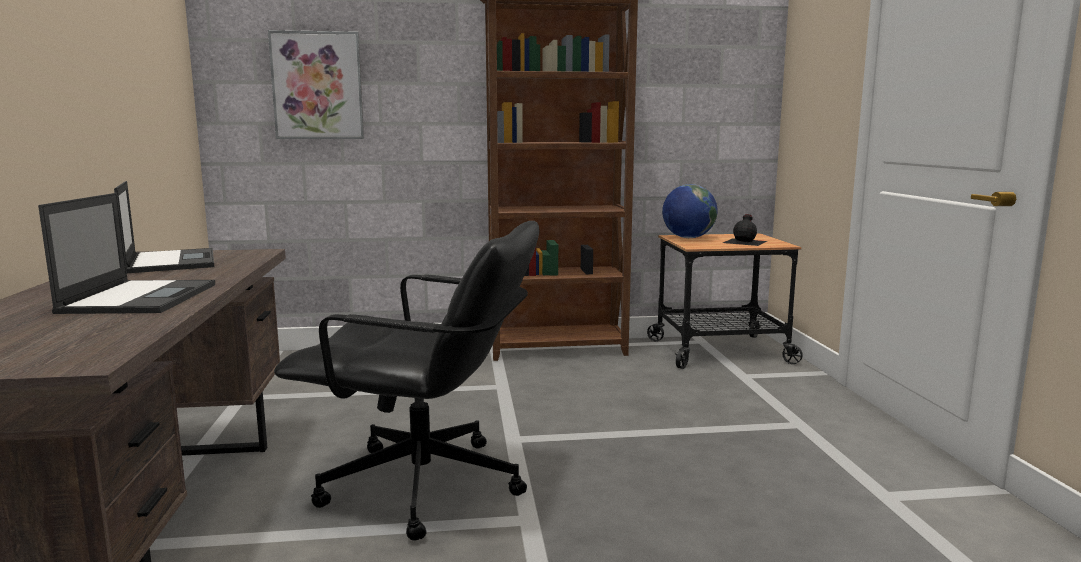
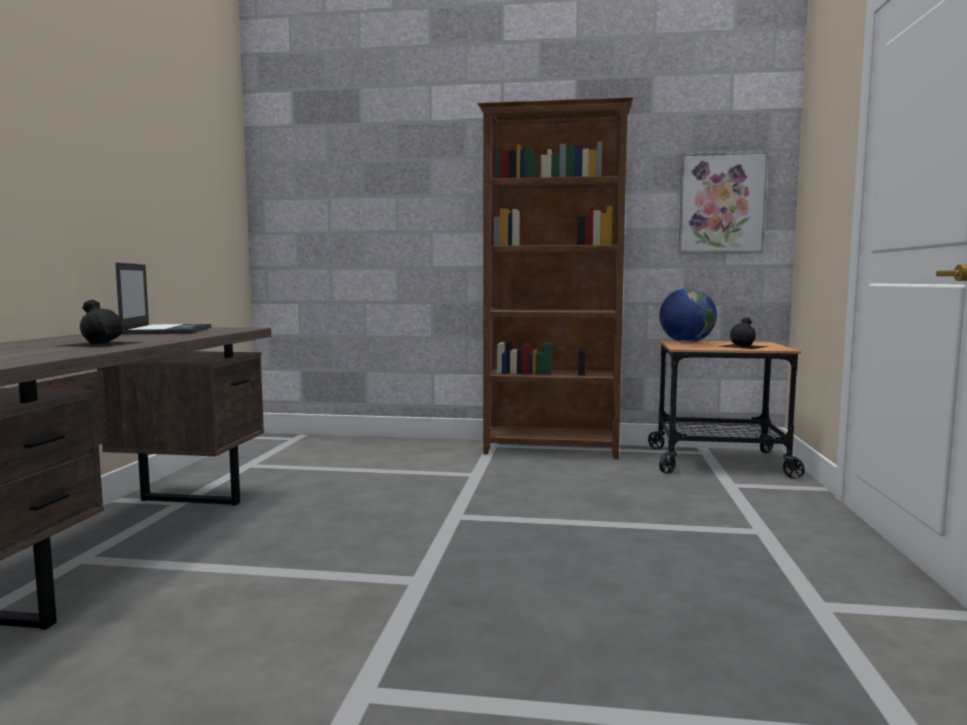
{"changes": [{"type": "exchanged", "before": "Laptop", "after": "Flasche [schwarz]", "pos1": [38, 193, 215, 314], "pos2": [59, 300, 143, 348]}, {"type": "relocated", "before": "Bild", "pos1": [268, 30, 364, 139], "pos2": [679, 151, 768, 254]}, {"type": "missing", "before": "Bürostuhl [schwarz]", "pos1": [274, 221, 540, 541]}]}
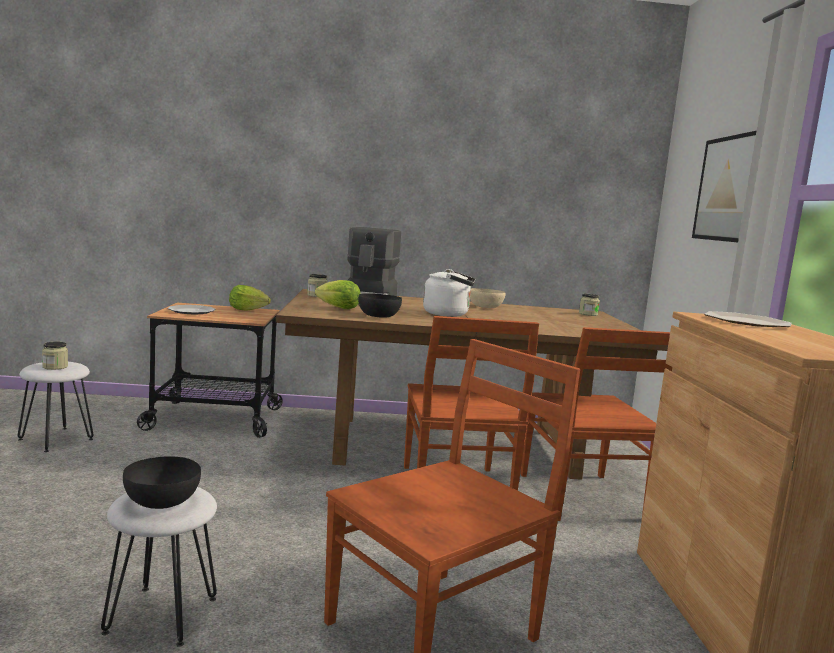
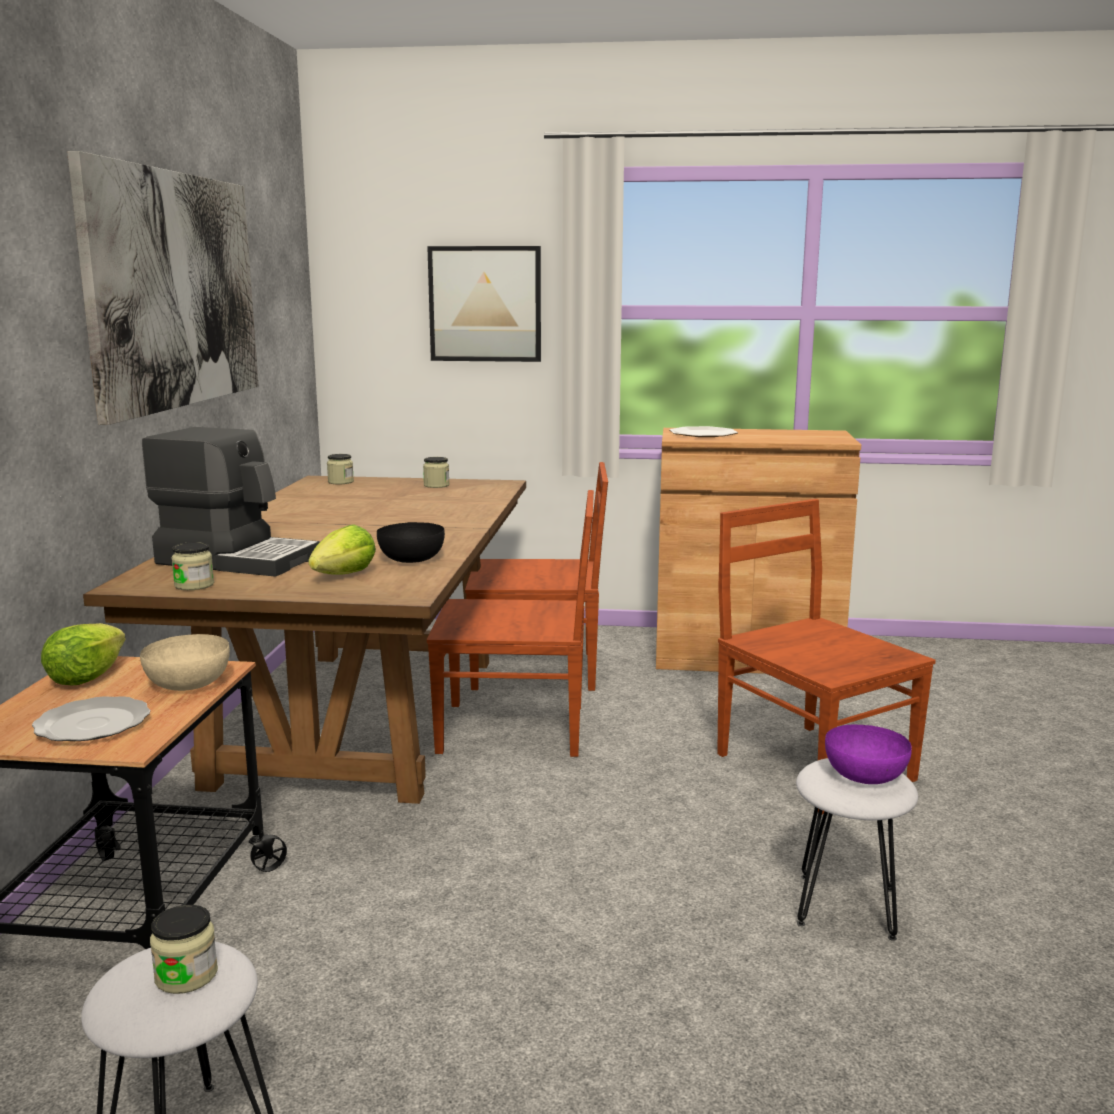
{"changes": [{"type": "colour", "before": "Schüssel [schwarz]", "after": "Schüssel [lila]", "pos1": [123, 456, 201, 509], "pos2": [825, 724, 912, 784]}, {"type": "missing", "before": "Wasserkessel [weiß]", "pos1": [423, 269, 476, 317]}, {"type": "relocated", "before": "Schüssel [beige]", "pos1": [470, 288, 506, 308], "pos2": [140, 634, 230, 691]}, {"type": "appeared", "after": "Bild", "pos2": [67, 151, 259, 425]}, {"type": "appeared", "after": "Vorratsglas", "pos2": [423, 457, 449, 488]}]}
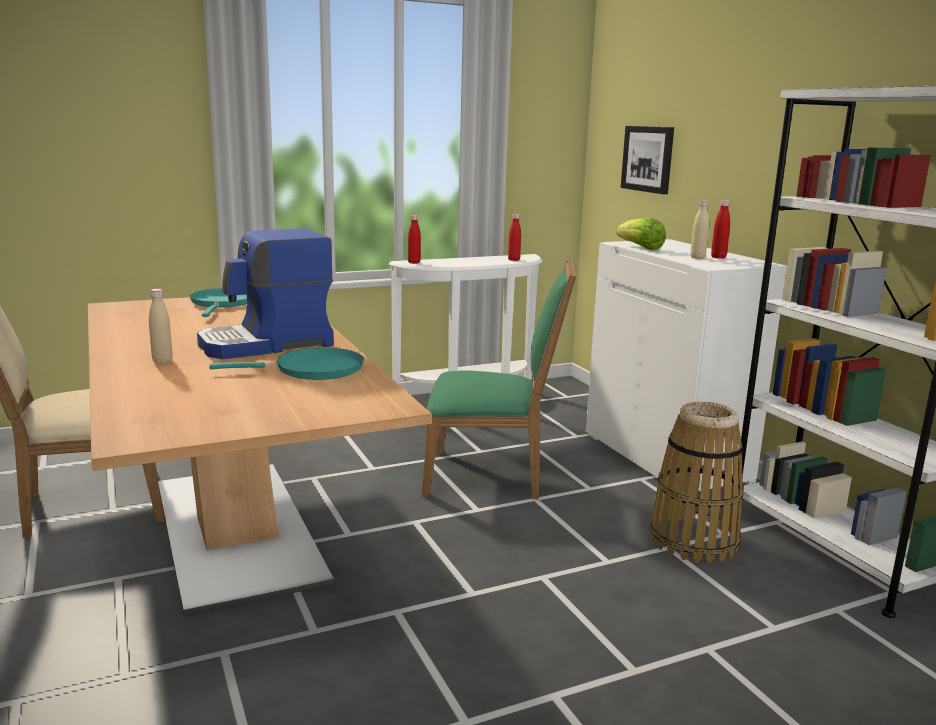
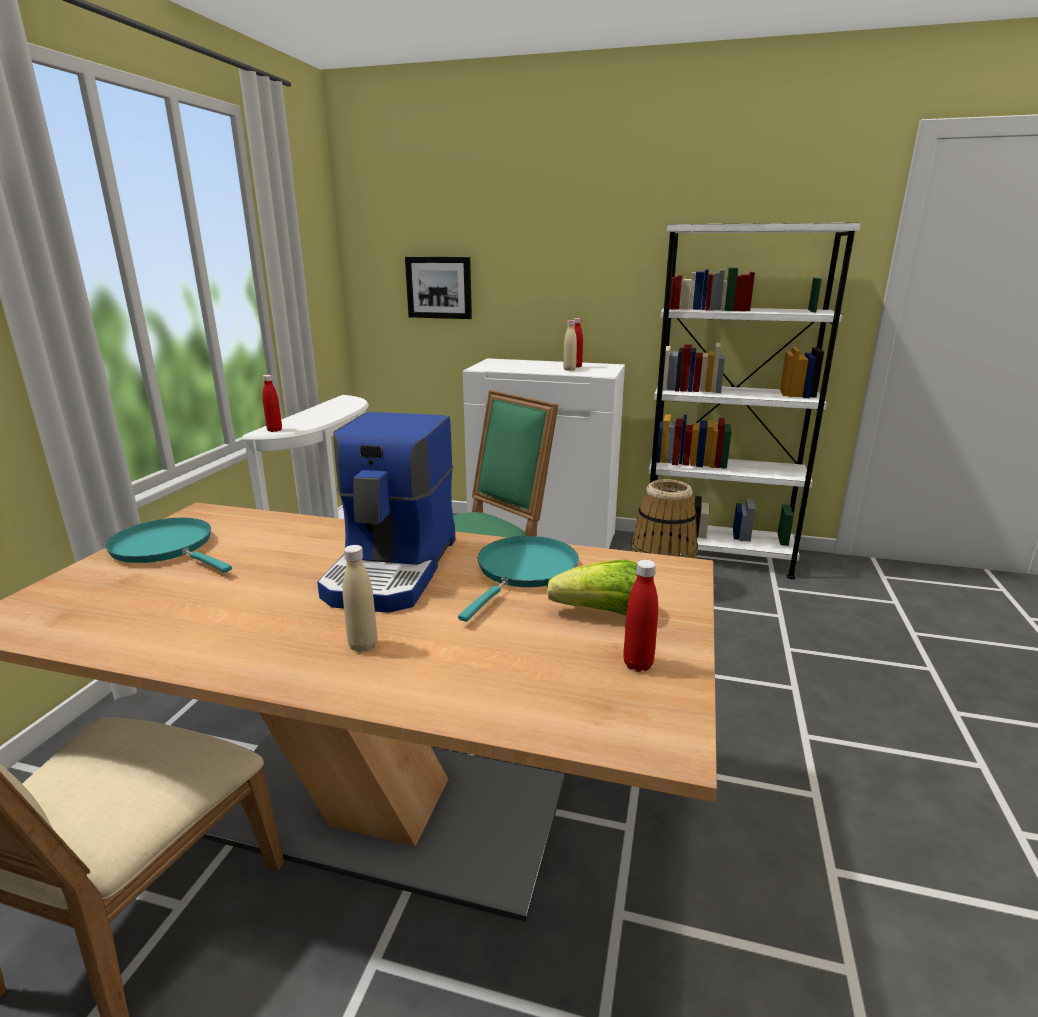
{"changes": [{"type": "relocated", "before": "Flasche [rot]", "pos1": [508, 214, 521, 261], "pos2": [623, 560, 658, 672]}, {"type": "relocated", "before": "Salatkopf", "pos1": [616, 218, 665, 250], "pos2": [547, 559, 637, 615]}]}
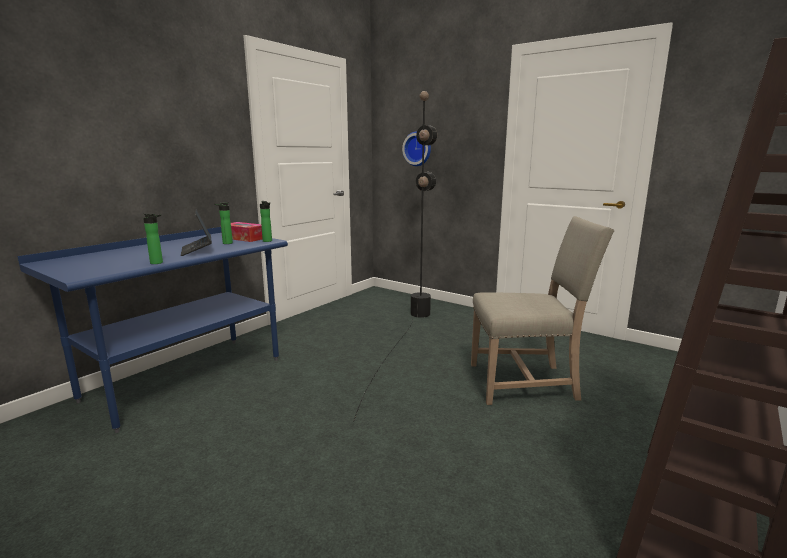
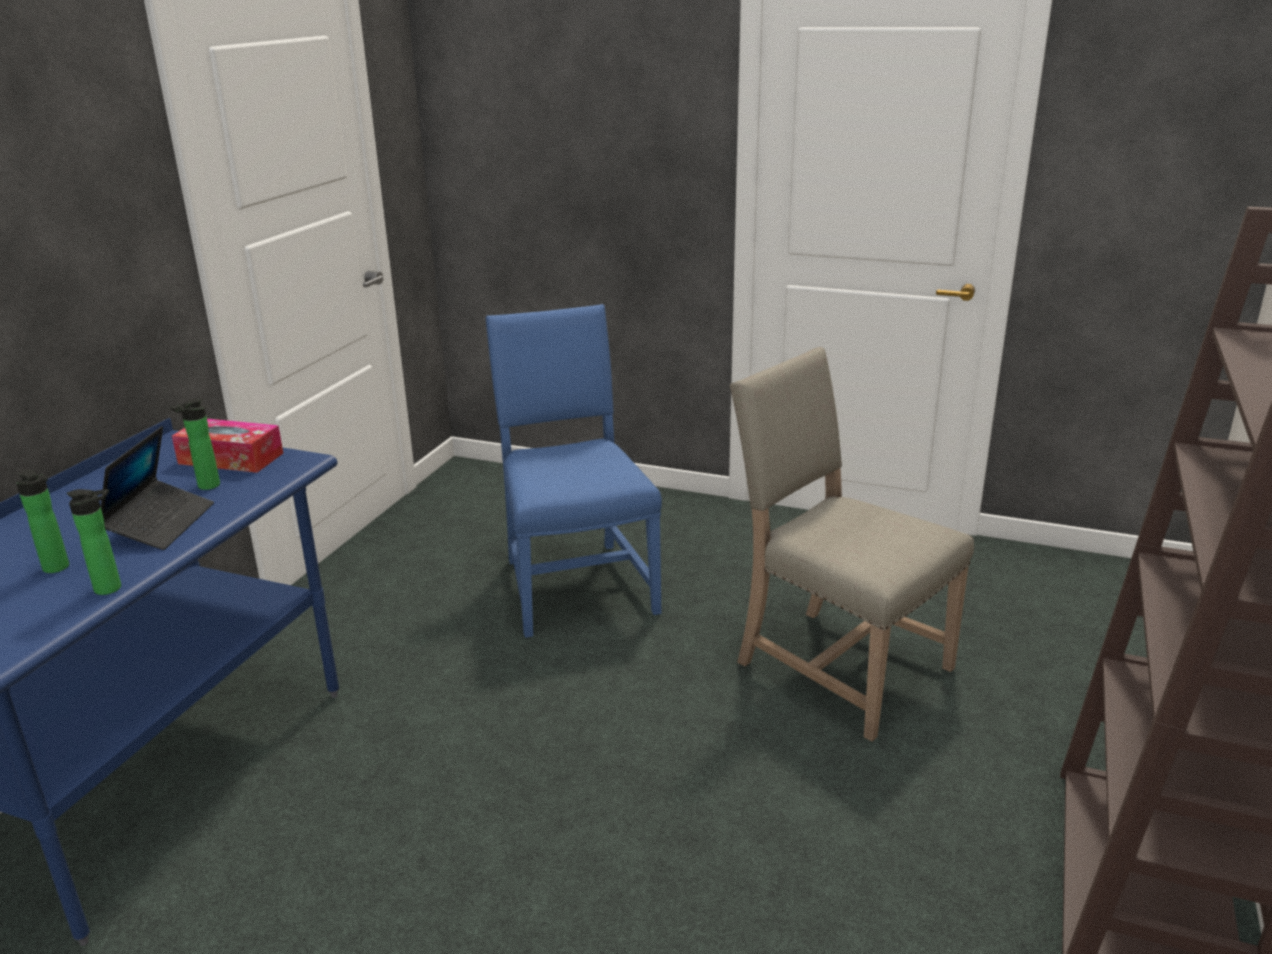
{"changes": [{"type": "spun", "before": "Laptop", "pos1": [181, 209, 212, 256], "pos2": [101, 426, 214, 550], "turn": -135}, {"type": "relocated", "before": "Flasche", "pos1": [260, 201, 272, 242], "pos2": [16, 469, 69, 573]}, {"type": "exchanged", "before": "Stehlampe [schwarz]", "after": "Stuhl [blau]", "pos1": [353, 91, 437, 422], "pos2": [486, 304, 662, 638]}, {"type": "missing", "before": "Wanduhr", "pos1": [402, 131, 431, 166]}, {"type": "spun", "before": "Stuhl [beige]", "pos1": [471, 216, 614, 405], "pos2": [729, 347, 974, 741], "turn": -120}]}
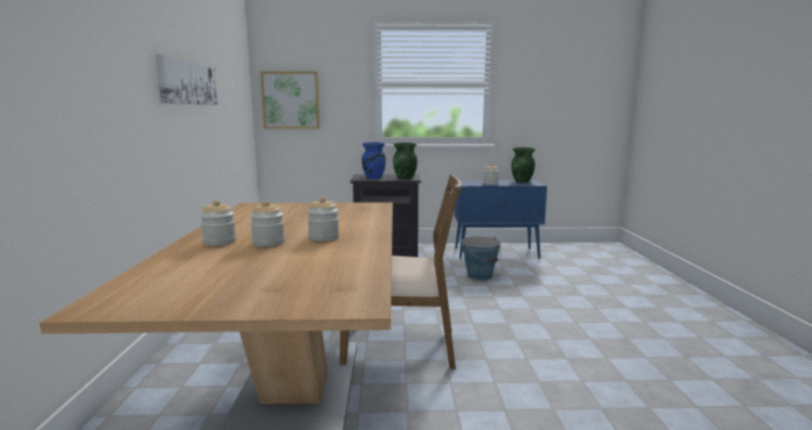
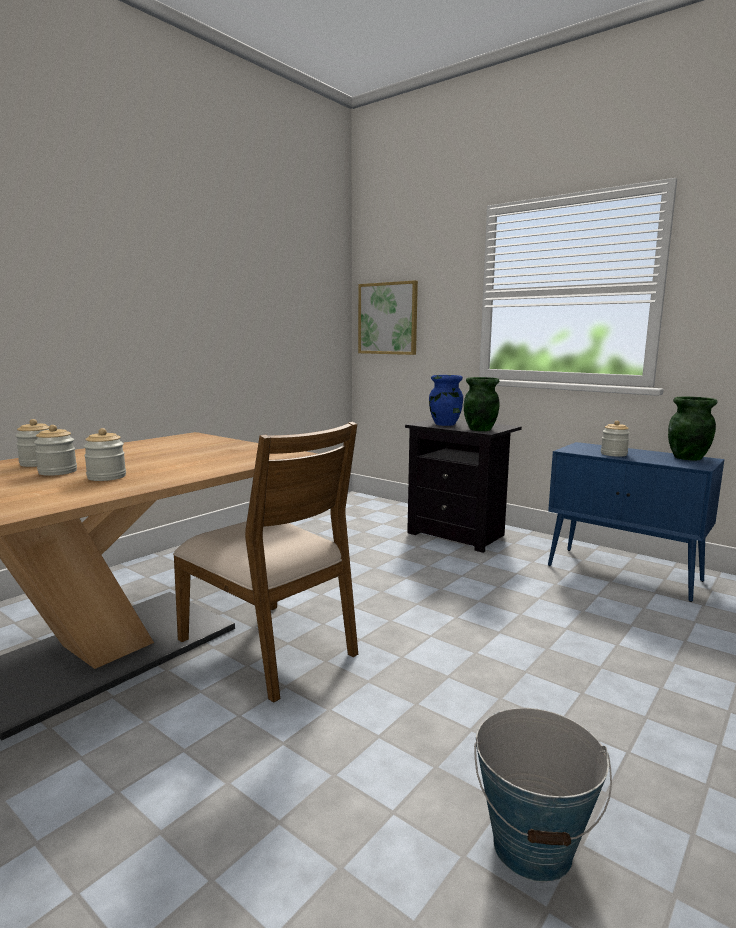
{"changes": [{"type": "missing", "before": "Bild", "pos1": [155, 54, 218, 105]}, {"type": "relocated", "before": "Eimer", "pos1": [461, 236, 501, 281], "pos2": [474, 708, 612, 882]}]}
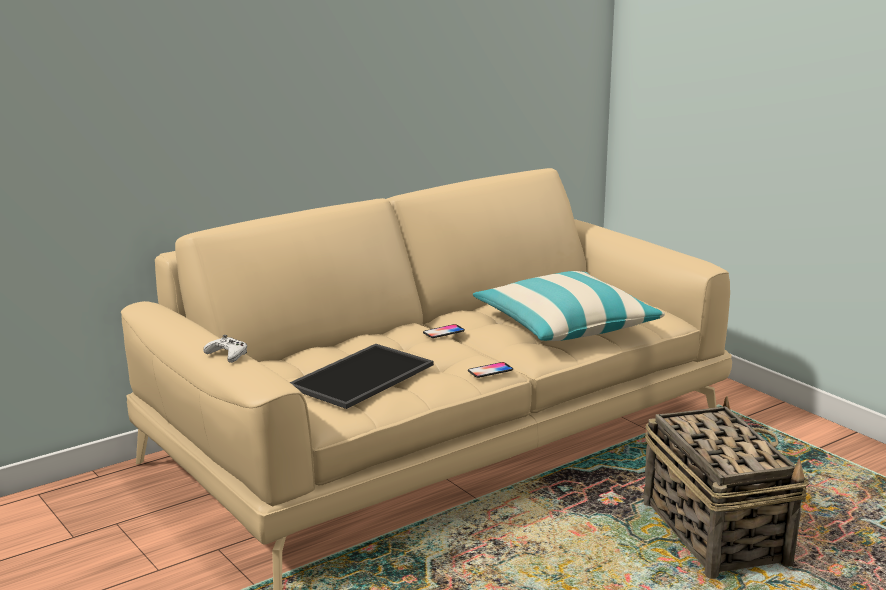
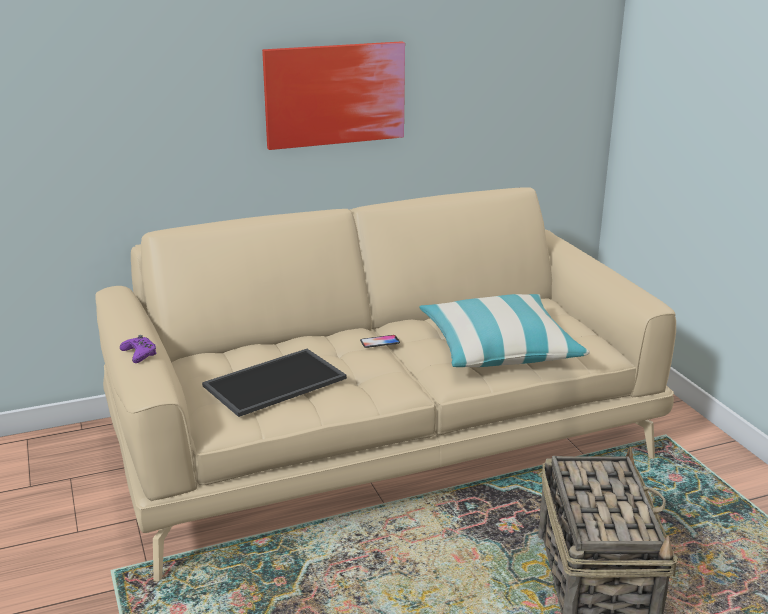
{"changes": [{"type": "colour", "before": "Gamepad [weiß]", "after": "Gamepad [lila]", "pos1": [203, 335, 247, 363], "pos2": [120, 335, 157, 363]}, {"type": "missing", "before": "Handy", "pos1": [468, 362, 513, 378]}, {"type": "appeared", "after": "Bild", "pos2": [262, 41, 405, 150]}]}
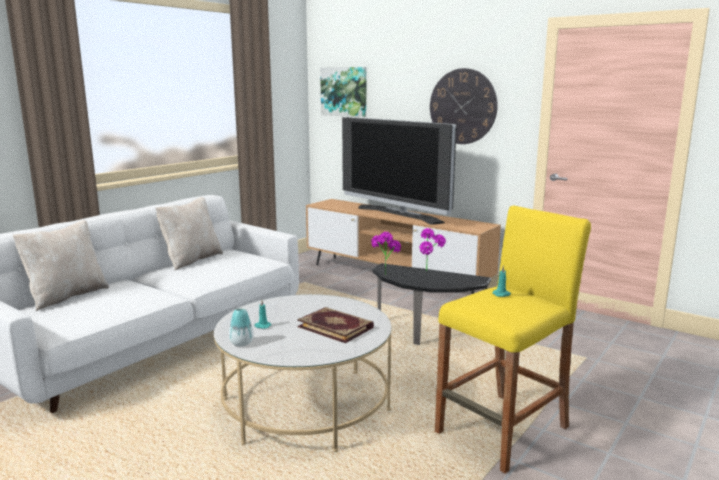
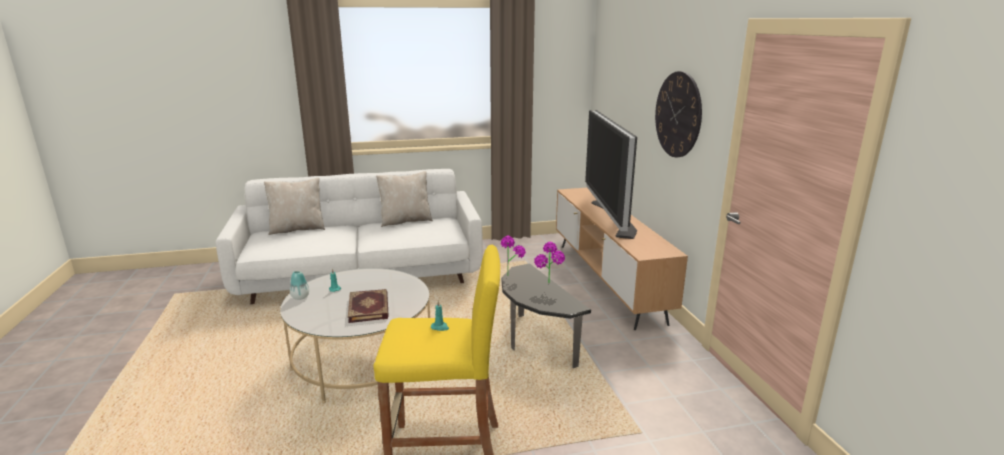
{"changes": [{"type": "missing", "before": "Bild", "pos1": [320, 67, 366, 117]}]}
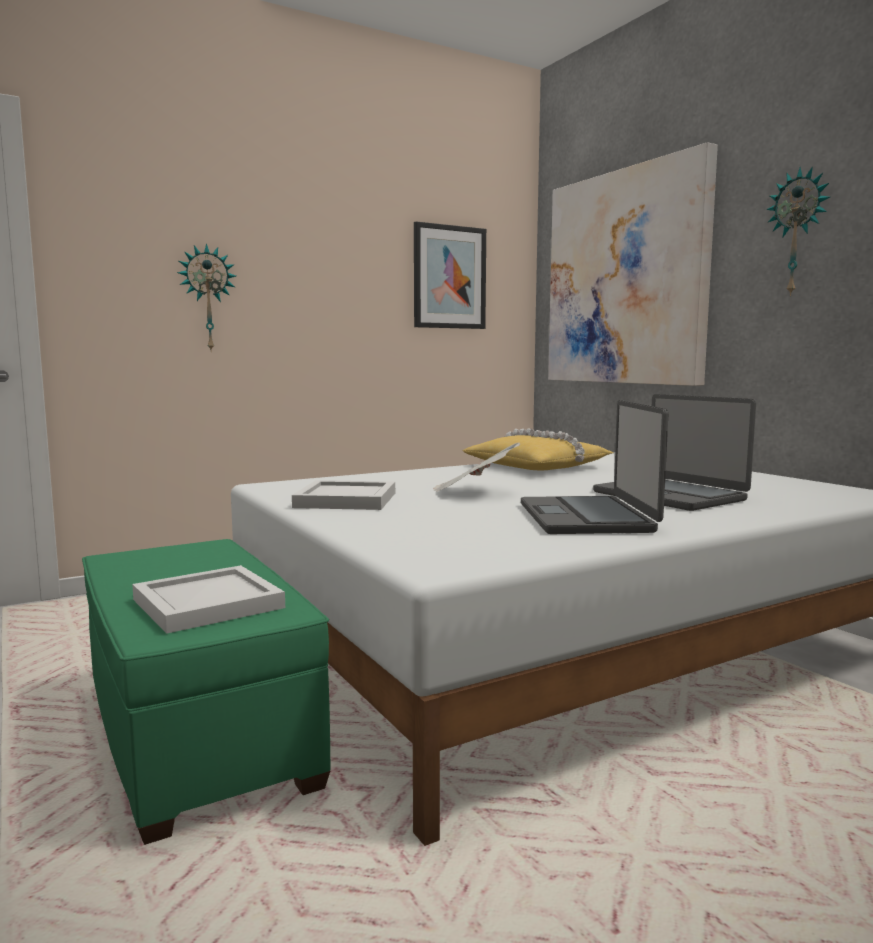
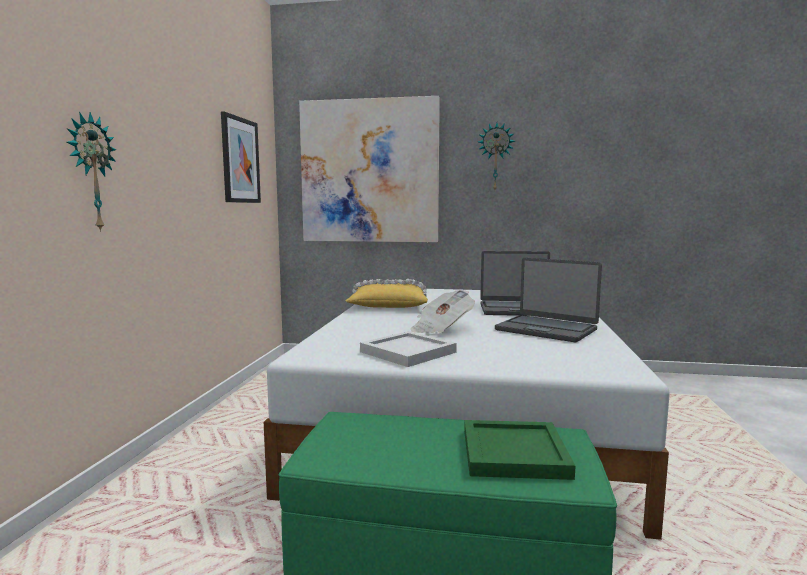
{"changes": [{"type": "colour", "before": "Tablett [weiß]", "after": "Tablett [grün]", "pos1": [132, 565, 285, 634], "pos2": [464, 420, 575, 480]}]}
